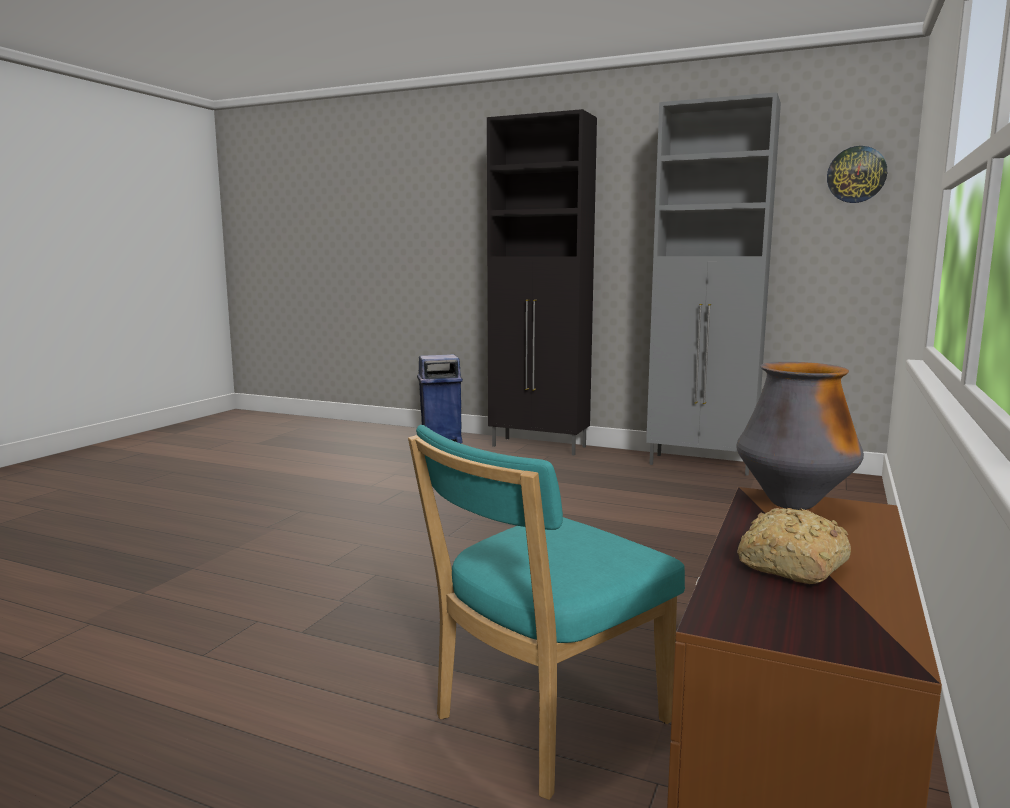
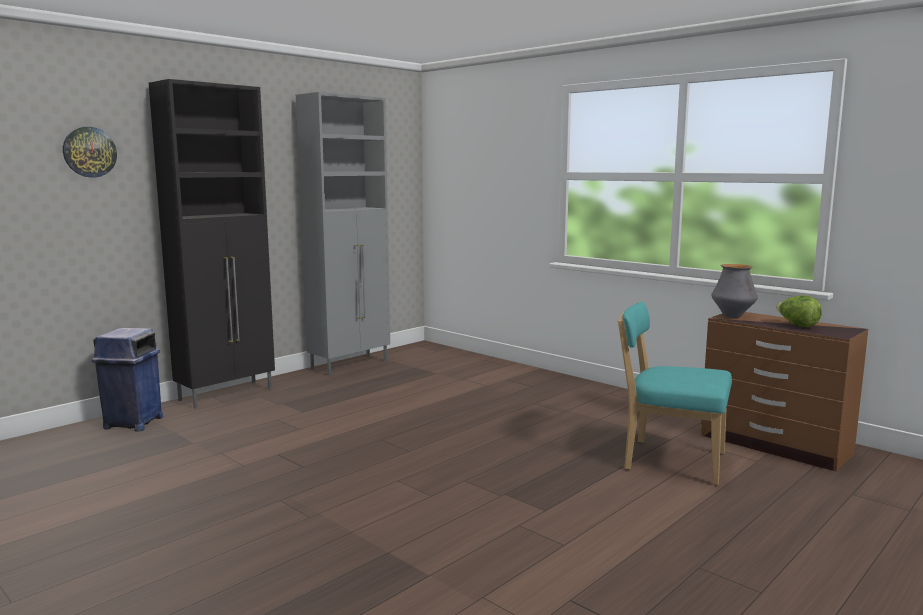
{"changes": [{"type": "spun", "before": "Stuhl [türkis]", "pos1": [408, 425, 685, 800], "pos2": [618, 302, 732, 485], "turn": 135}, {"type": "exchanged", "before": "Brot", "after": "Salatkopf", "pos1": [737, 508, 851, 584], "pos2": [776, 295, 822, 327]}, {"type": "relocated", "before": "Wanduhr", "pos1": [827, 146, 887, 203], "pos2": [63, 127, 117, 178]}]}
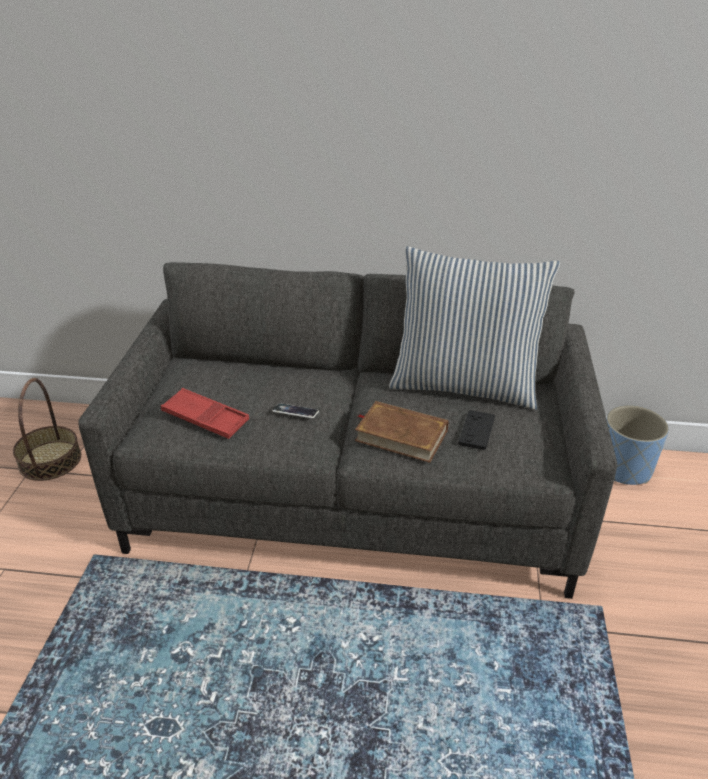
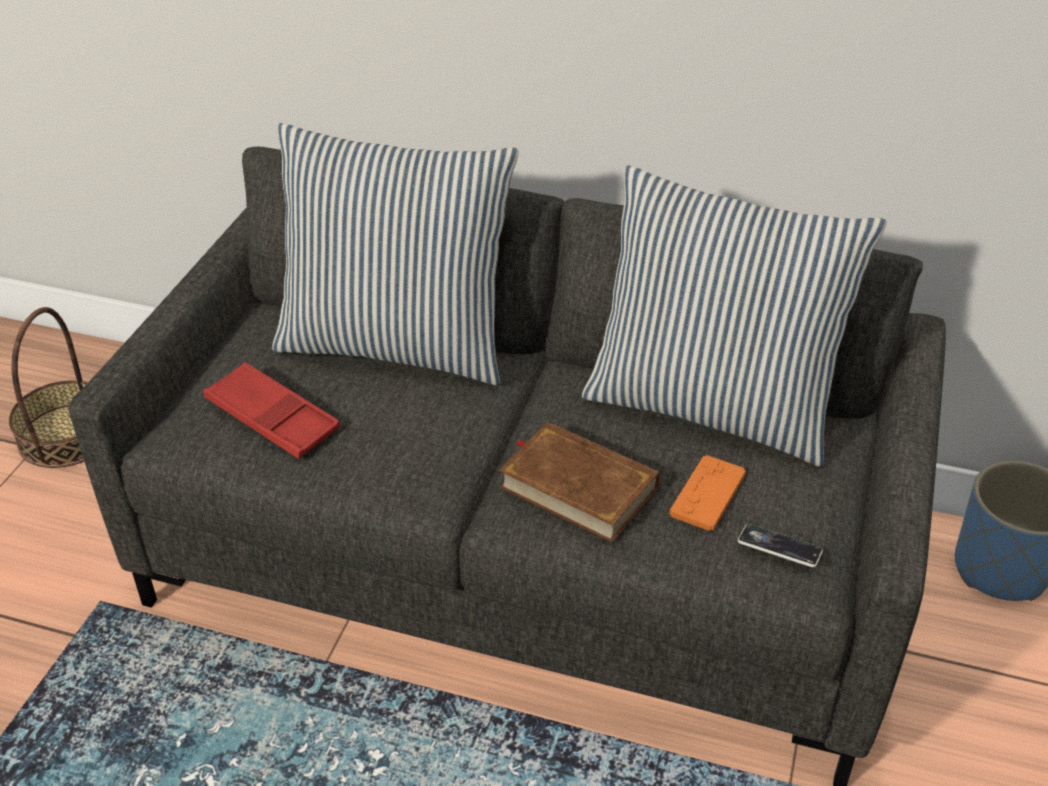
{"changes": [{"type": "relocated", "before": "Handy", "pos1": [272, 403, 319, 418], "pos2": [738, 524, 823, 567]}, {"type": "colour", "before": "Gamepad [schwarz]", "after": "Gamepad [orange]", "pos1": [458, 410, 495, 450], "pos2": [670, 455, 746, 531]}, {"type": "appeared", "after": "Kissen", "pos2": [272, 123, 519, 385]}]}
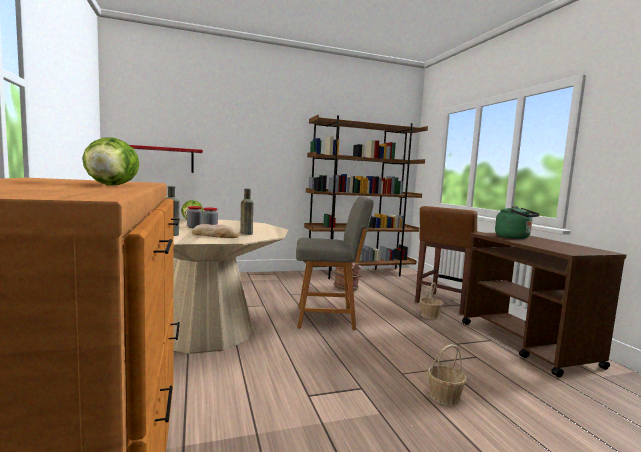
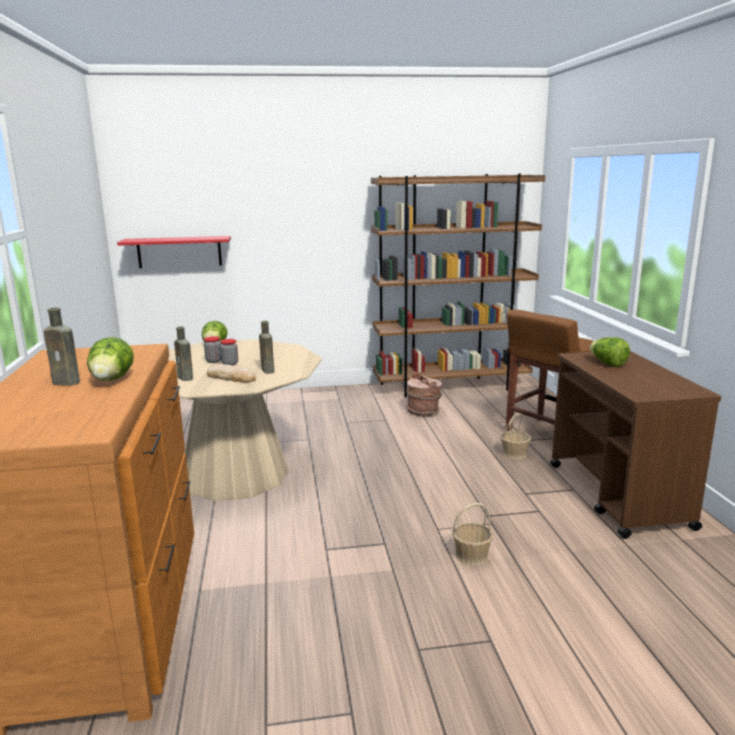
{"changes": [{"type": "missing", "before": "Stuhl [grau]", "pos1": [296, 196, 374, 330]}, {"type": "exchanged", "before": "Wasserkessel [grün]", "after": "Salatkopf", "pos1": [495, 206, 539, 239], "pos2": [590, 337, 630, 367]}, {"type": "appeared", "after": "Flasche [braun]", "pos2": [44, 308, 80, 386]}]}
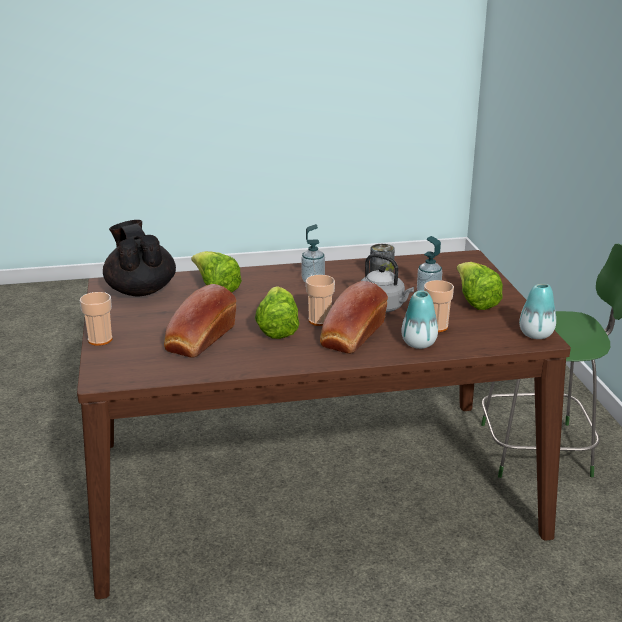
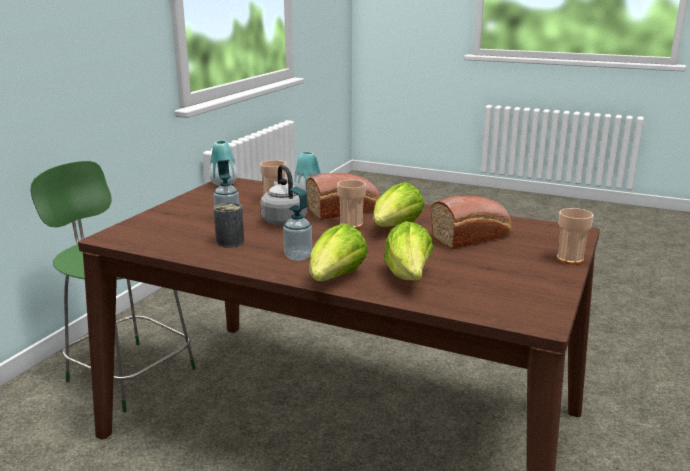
{"changes": [{"type": "missing", "before": "Teekanne [schwarz]", "pos1": [103, 220, 176, 296]}, {"type": "relocated", "before": "Salatkopf", "pos1": [457, 262, 503, 310], "pos2": [309, 223, 368, 281]}]}
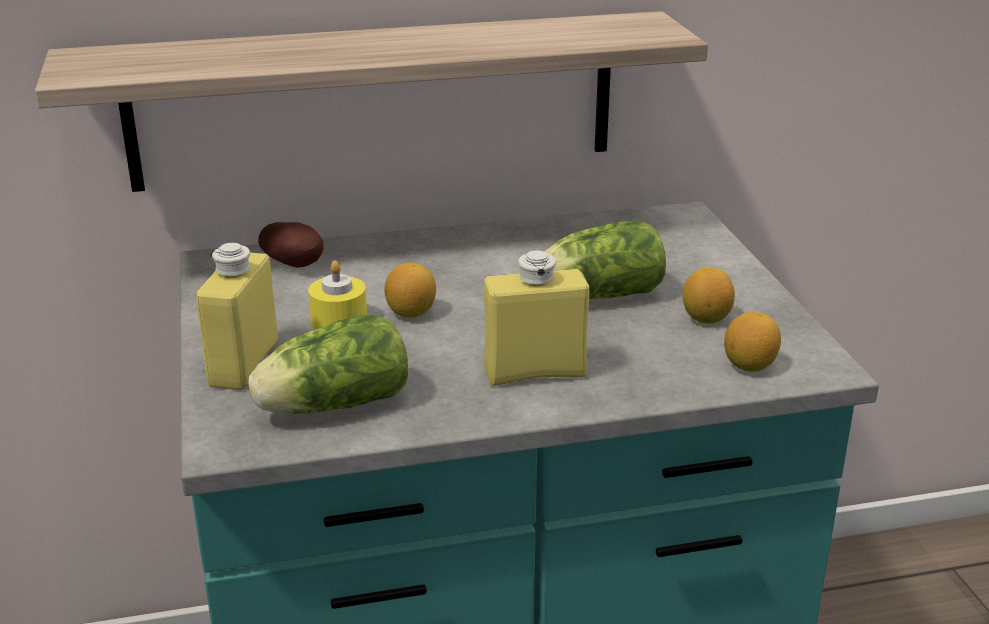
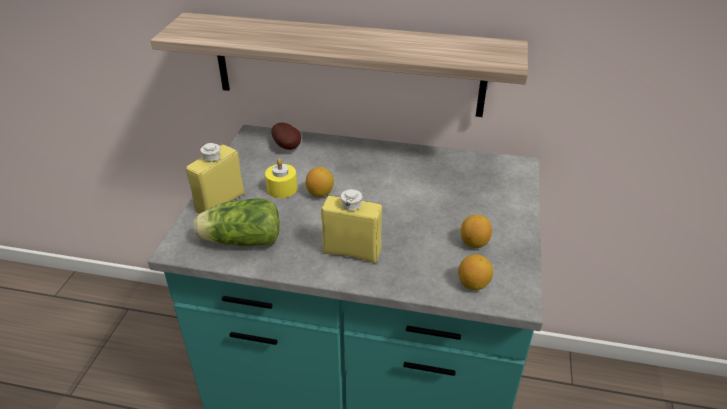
{"changes": [{"type": "missing", "before": "Salatkopf", "pos1": [543, 221, 666, 299]}]}
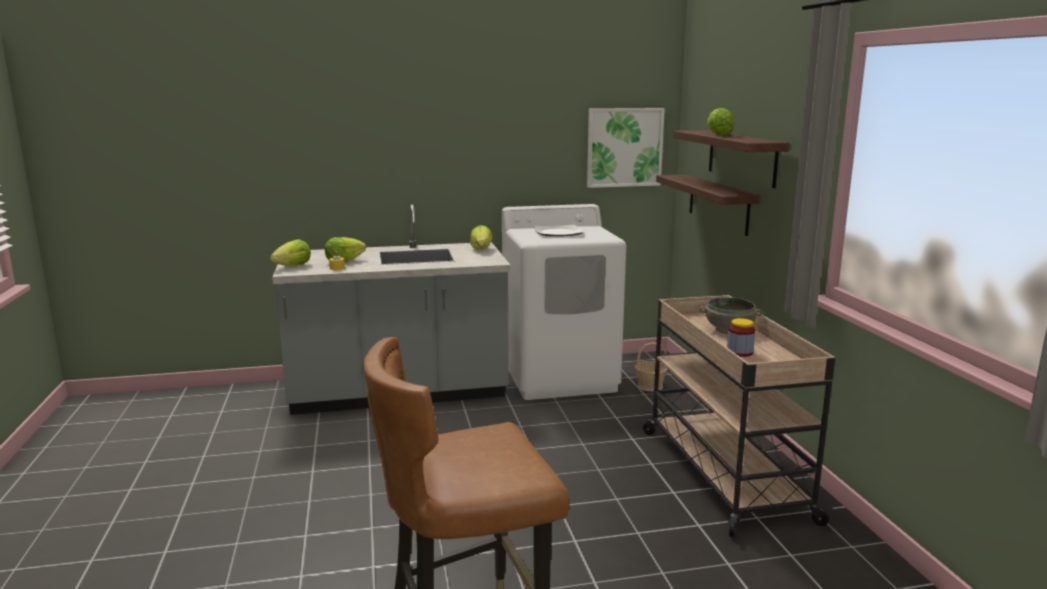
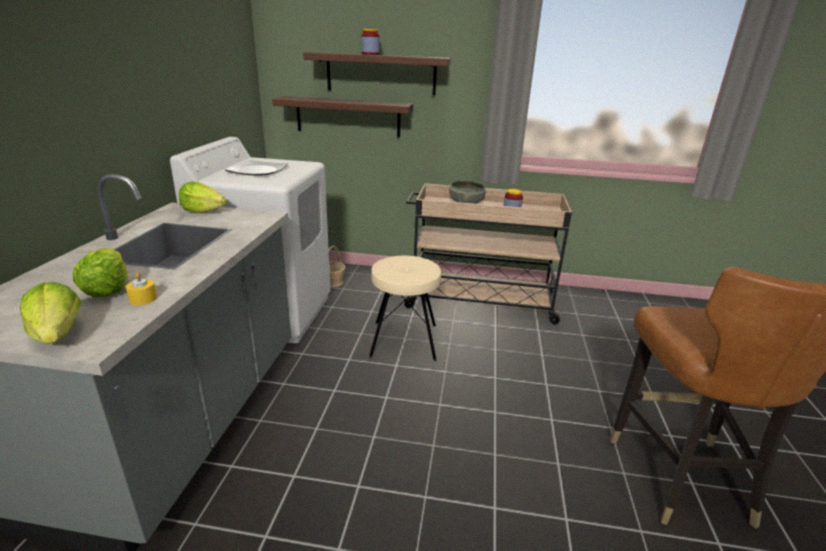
{"changes": [{"type": "missing", "before": "Bild", "pos1": [587, 108, 665, 188]}, {"type": "exchanged", "before": "Salatkopf", "after": "Vorratsglas", "pos1": [707, 108, 734, 136], "pos2": [362, 29, 380, 55]}, {"type": "appeared", "after": "Hocker [beige]", "pos2": [369, 256, 441, 361]}]}
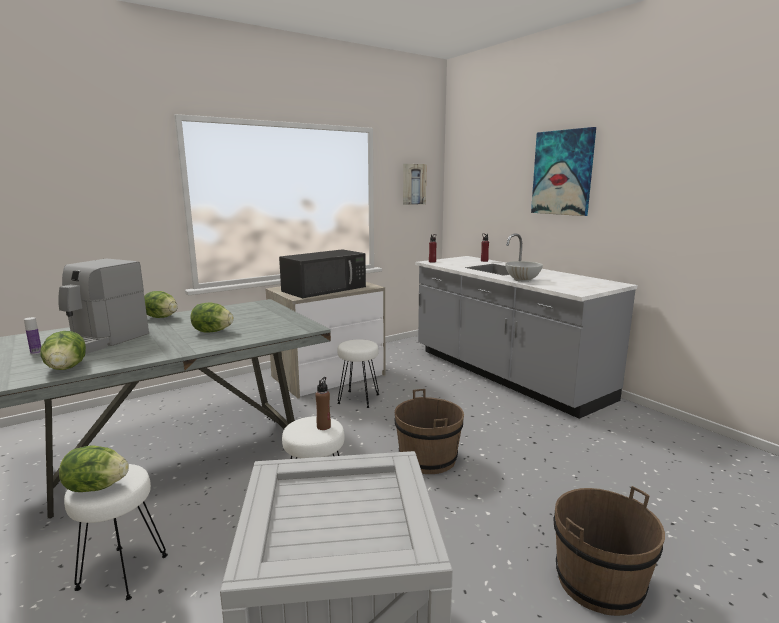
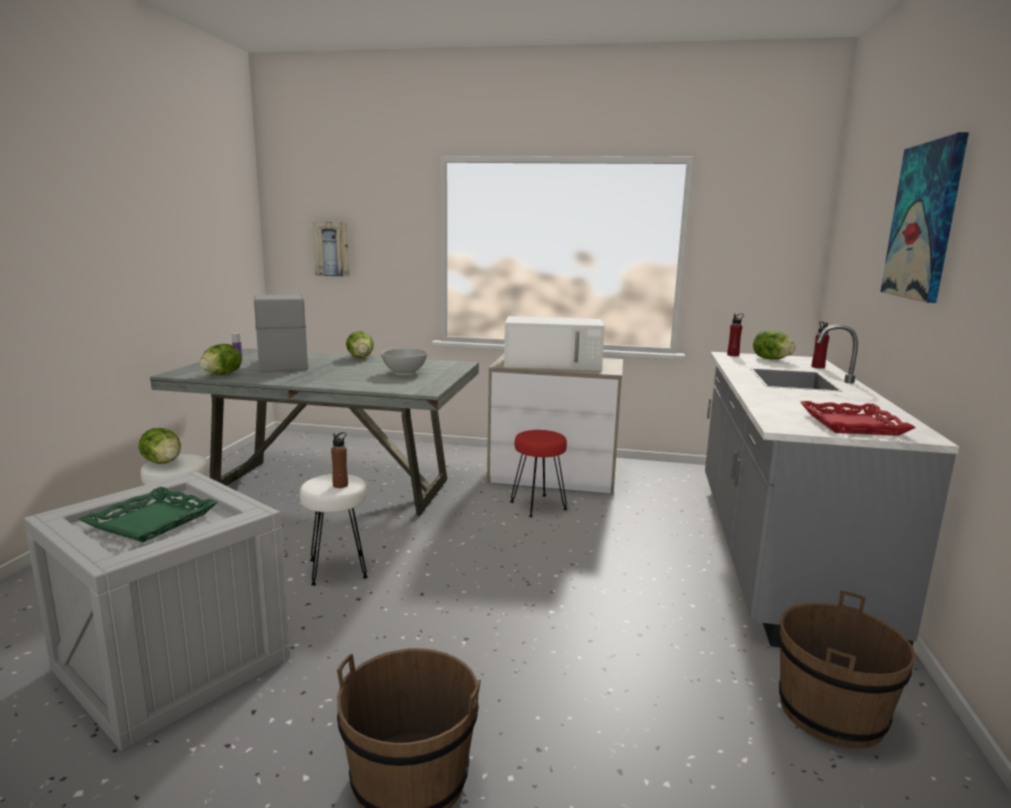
{"changes": [{"type": "spun", "before": "Kaffeemaschine", "pos1": [58, 258, 149, 354], "pos2": [254, 295, 308, 372], "turn": 90}, {"type": "relocated", "before": "Salatkopf", "pos1": [191, 303, 234, 332], "pos2": [753, 330, 796, 360]}, {"type": "colour", "before": "Mikrowelle [schwarz]", "after": "Mikrowelle [weiß]", "pos1": [279, 249, 366, 298], "pos2": [504, 316, 605, 371]}, {"type": "colour", "before": "Hocker [weiß]", "after": "Hocker [rot]", "pos1": [337, 339, 379, 408], "pos2": [510, 430, 567, 517]}, {"type": "relocated", "before": "Eimer [braun]", "pos1": [394, 389, 464, 474], "pos2": [779, 590, 915, 749]}, {"type": "relocated", "before": "Bild", "pos1": [403, 164, 426, 205], "pos2": [312, 222, 350, 277]}, {"type": "relocated", "before": "Schüssel [weiß]", "pos1": [505, 261, 543, 282], "pos2": [381, 349, 428, 375]}, {"type": "appeared", "after": "Tablett [grün]", "pos2": [78, 487, 218, 542]}, {"type": "appeared", "after": "Tablett [rot]", "pos2": [800, 401, 916, 436]}]}
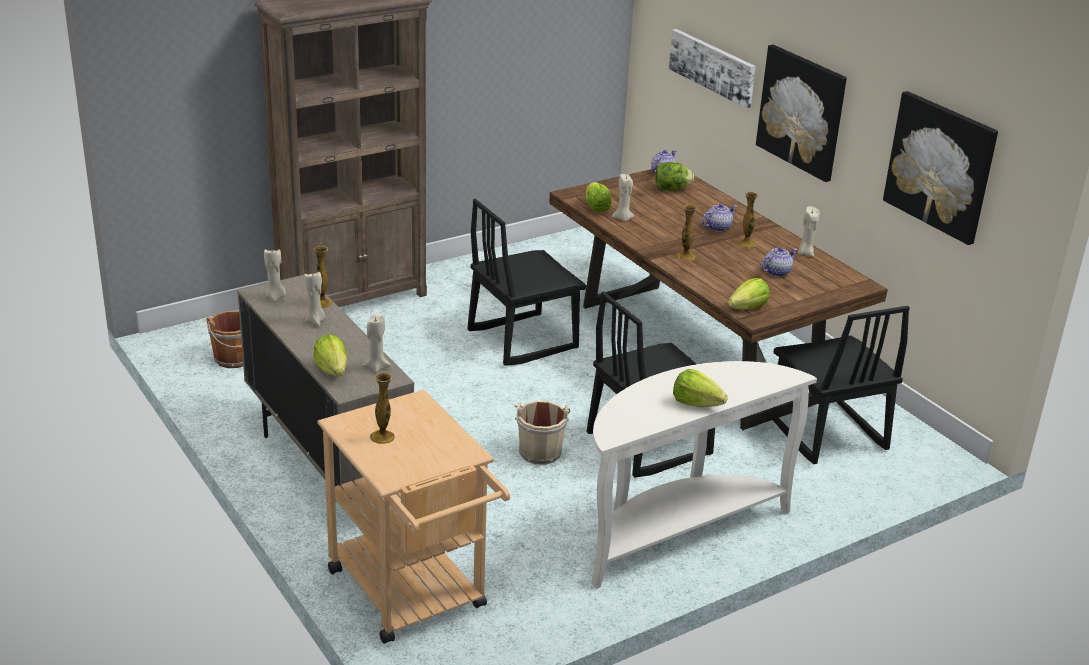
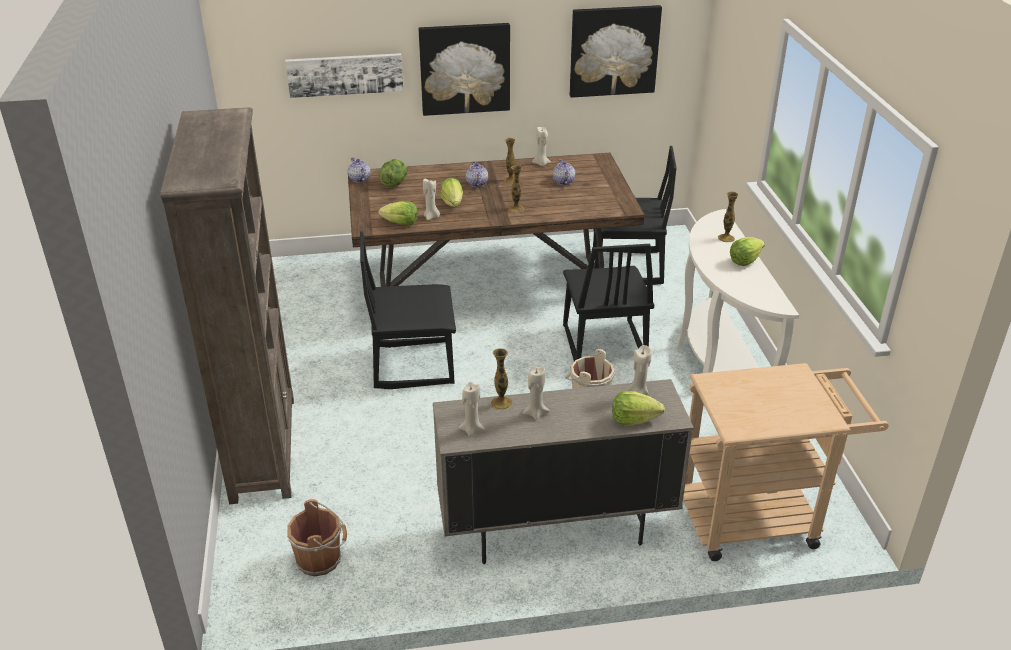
{"changes": [{"type": "relocated", "before": "Vase", "pos1": [370, 373, 395, 444], "pos2": [718, 192, 739, 242]}, {"type": "spun", "before": "Stuhl [schwarz]", "pos1": [468, 199, 586, 366], "pos2": [360, 231, 456, 389], "turn": 90}, {"type": "relocated", "before": "Salatkopf", "pos1": [728, 278, 770, 310], "pos2": [440, 178, 463, 207]}]}
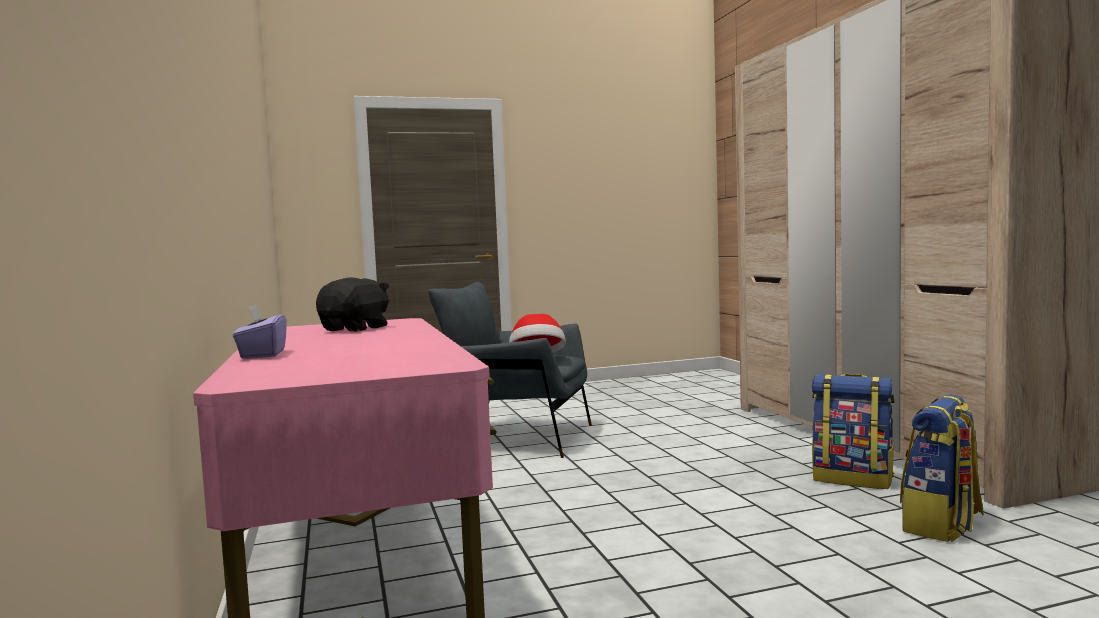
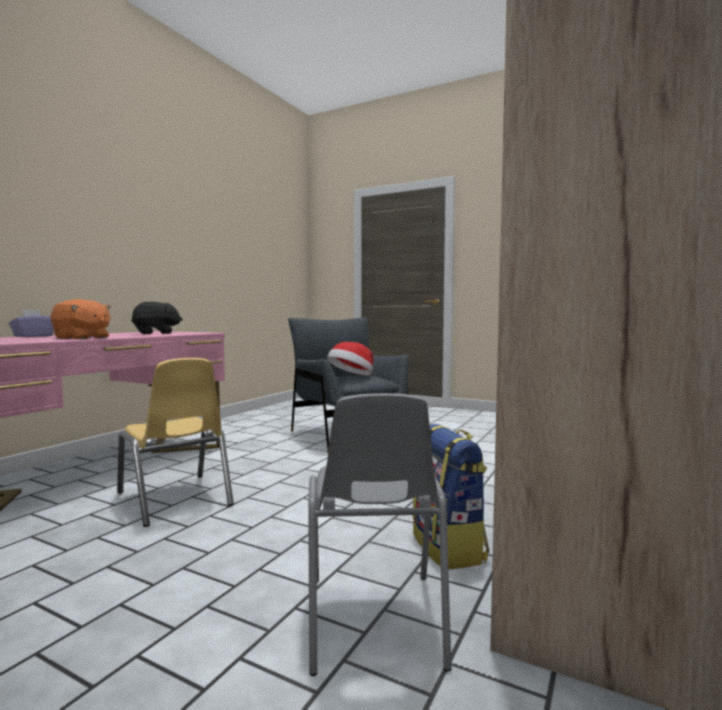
{"changes": [{"type": "exchanged", "before": "Rucksack", "after": "Stuhl [grau]", "pos1": [900, 394, 984, 542], "pos2": [308, 393, 452, 676]}, {"type": "appeared", "after": "Plüschtier [orange]", "pos2": [51, 299, 111, 339]}, {"type": "appeared", "after": "Stuhl [gelb]", "pos2": [117, 358, 234, 527]}]}
